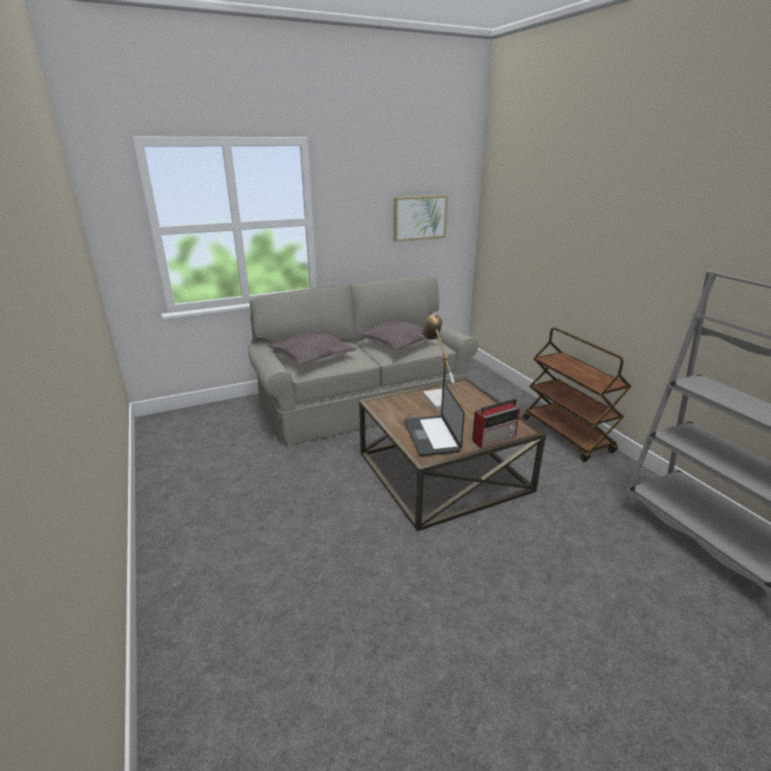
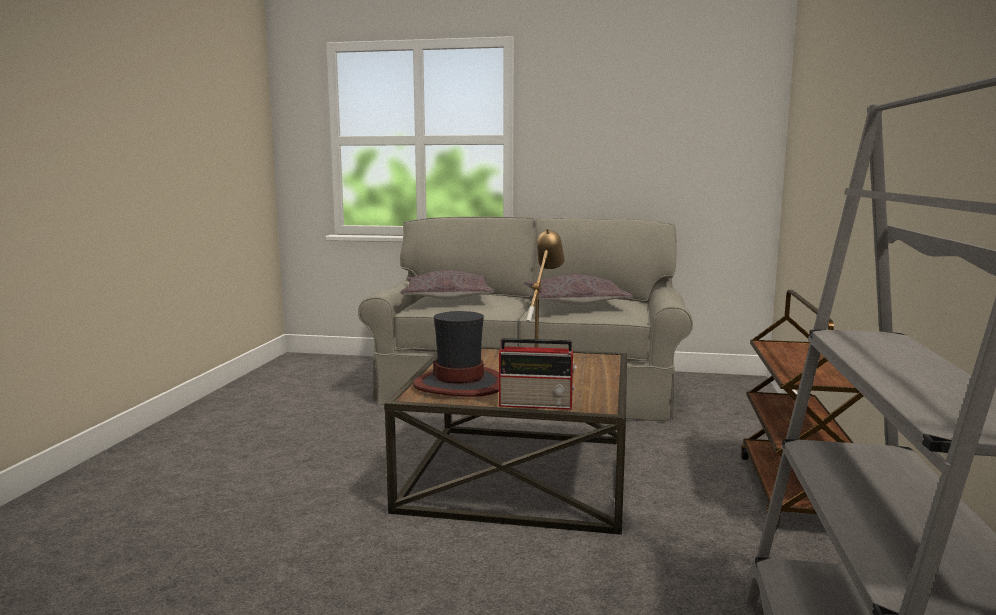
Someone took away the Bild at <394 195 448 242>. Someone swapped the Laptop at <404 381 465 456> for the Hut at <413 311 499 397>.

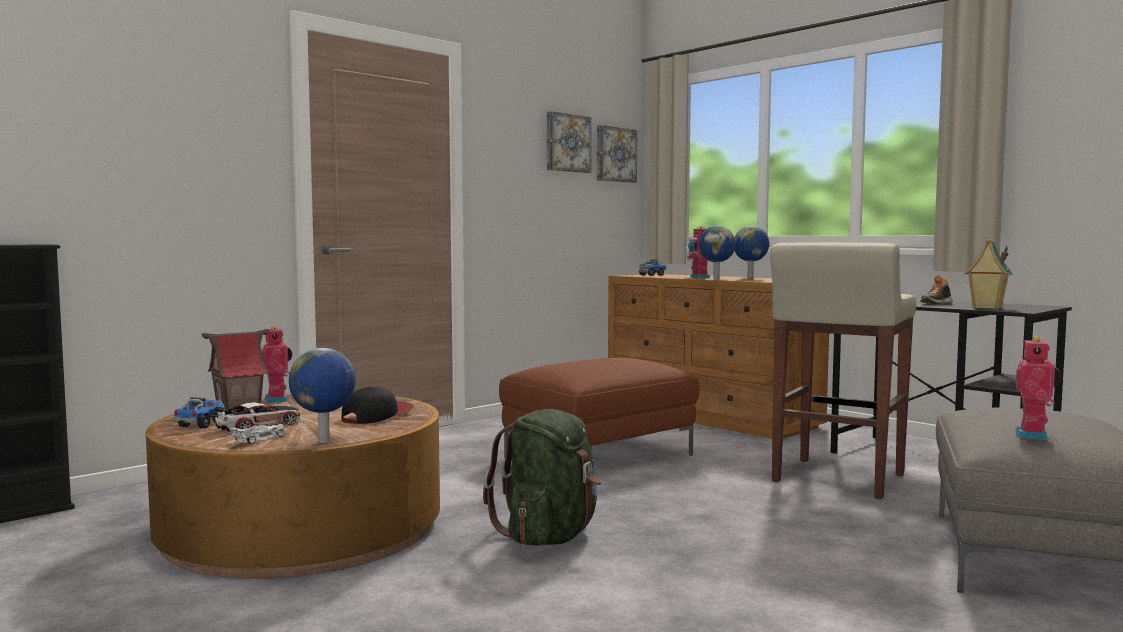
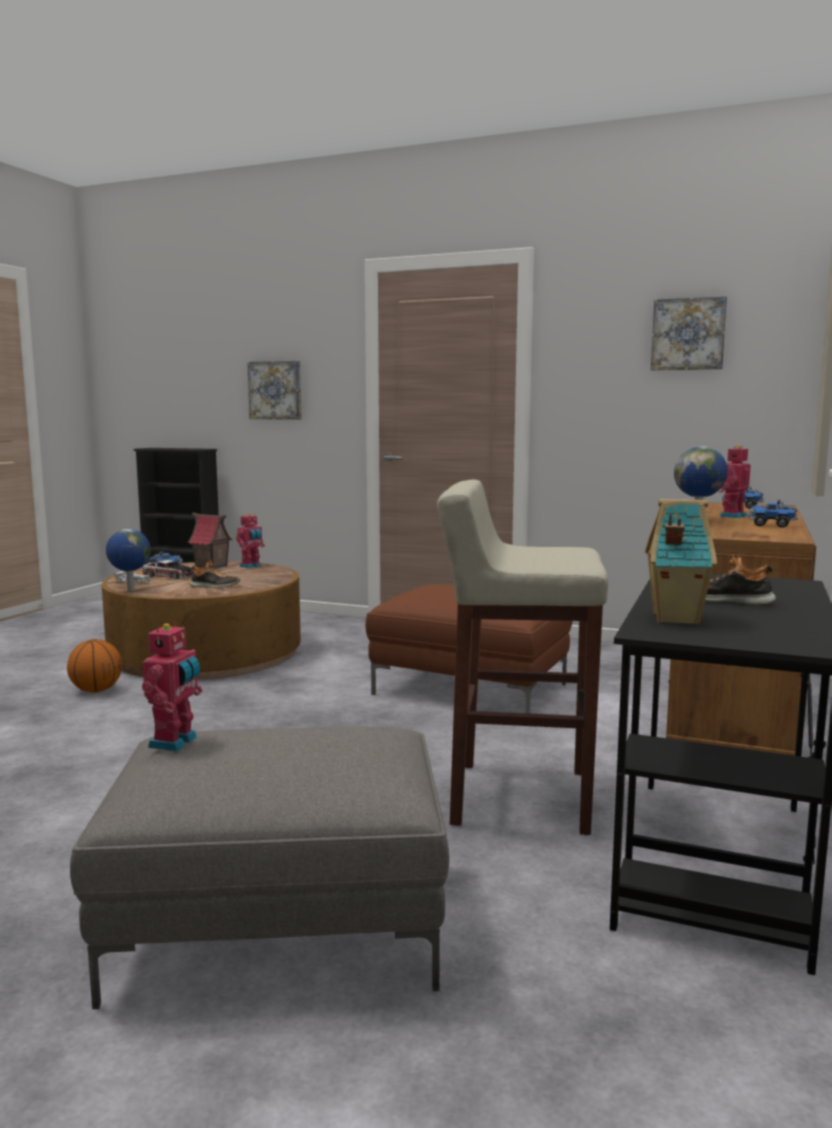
Someone took away the Rucksack [grün] at <483 409 602 546>. Someone put down the Basketball at <67 639 122 693>. Someone carried the Bild from <597 125 637 183> to <247 361 301 419>. Someone swapped the Kappe at <342 387 414 424> for the Schuh at <189 561 240 588>. Someone swapped the Globus at <734 226 770 278> for the Spielzeuglaster at <748 500 799 528>. Someone rotated the Spielzeugroboter at <1015 336 1061 440> by 75 degrees counterclockwise.

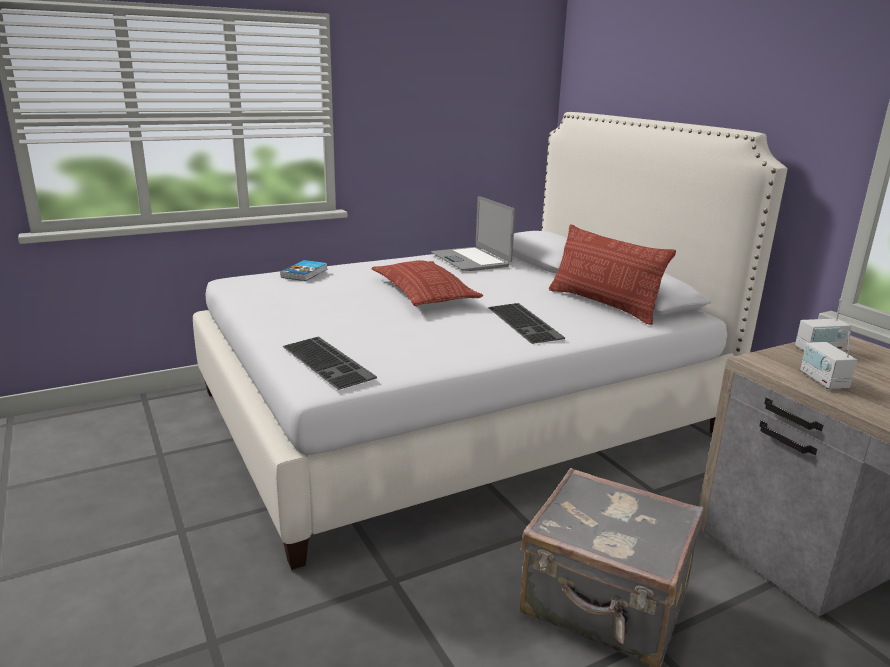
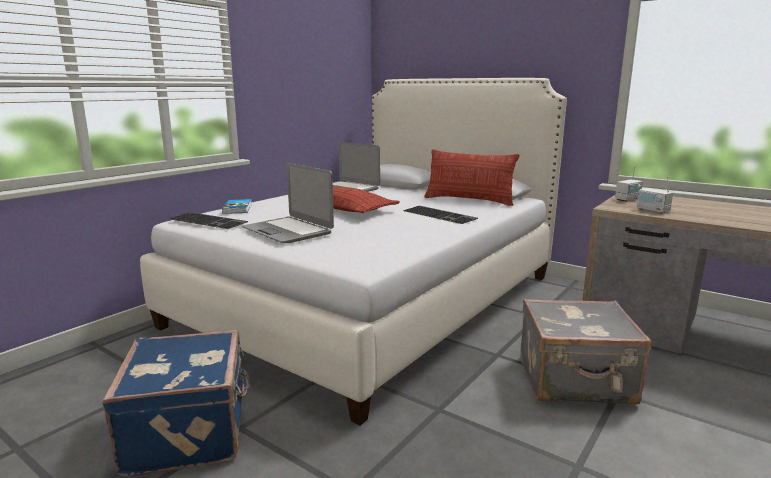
Someone put down the Koffer [blau] at <102 330 251 476>. Someone put down the Laptop at <242 163 334 243>. Someone carried the Tastatur from <282 337 377 390> to <170 212 248 229>.

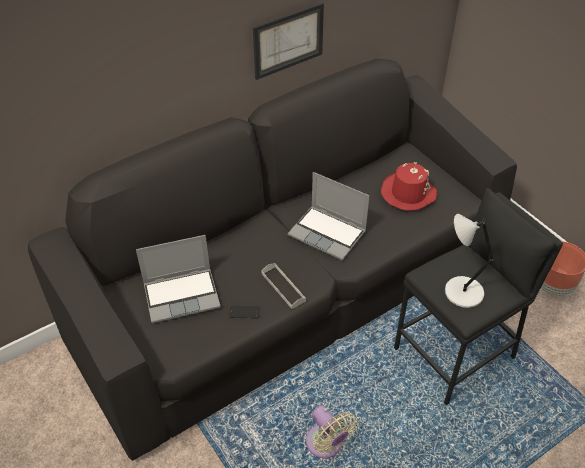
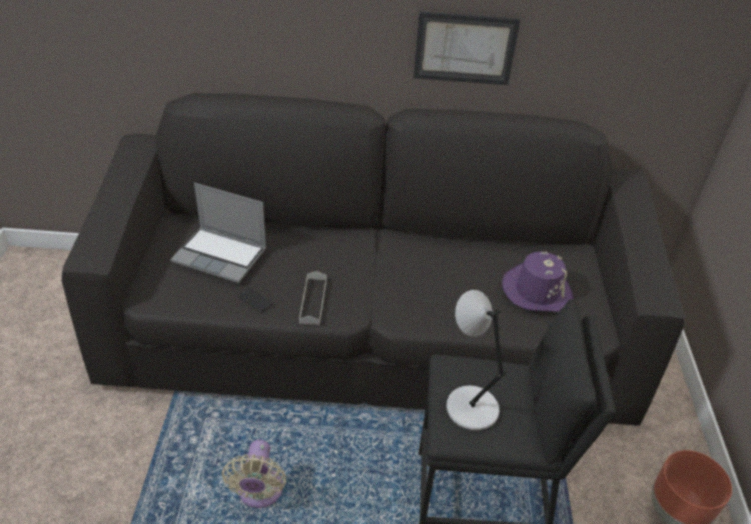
Someone took away the Laptop at <288 172 370 261>. Someone repainted the Hut [rot] at <381 162 437 211>, which became the Hut [lila] at <502 251 574 312>.

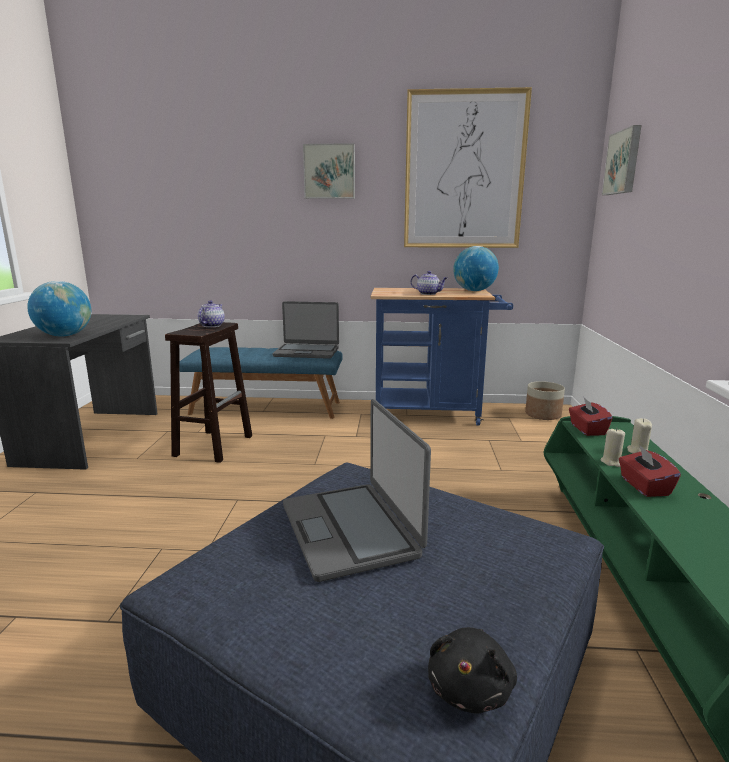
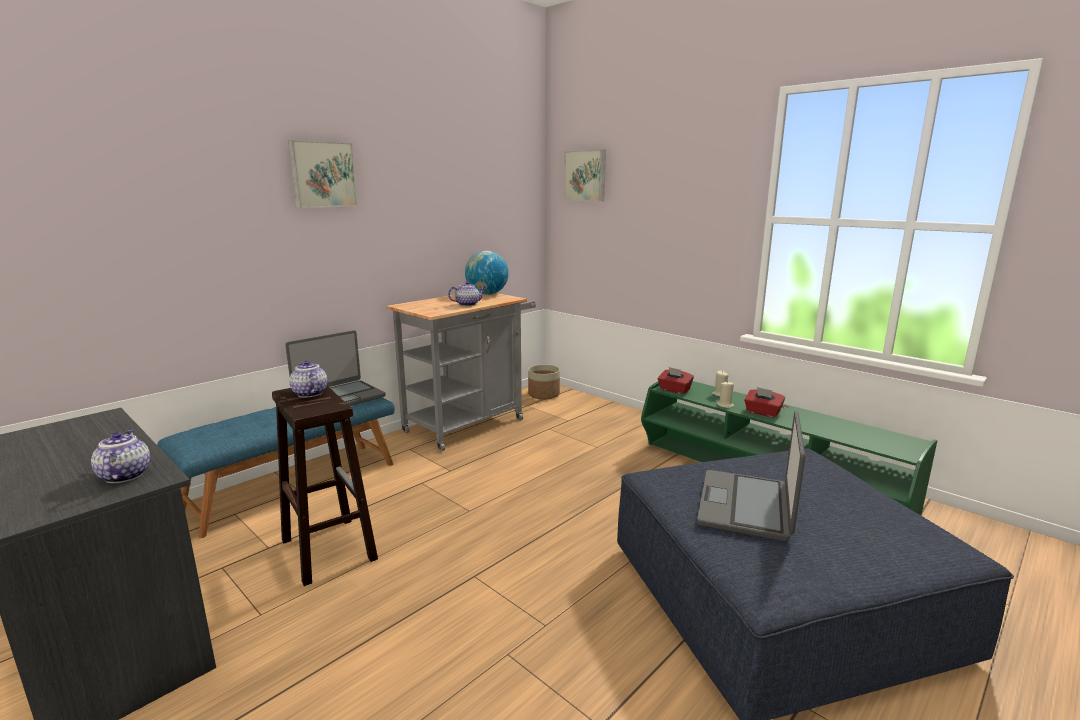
Someone took away the Bild at <404 87 532 248>. Someone took away the Plüschtier [schwarz] at <428 627 517 713>. Someone swapped the Globus at <27 281 91 337> for the Teekanne at <91 429 150 483>. Someone repainted the Rollwagen [blau] at <370 288 513 425>, which became the Rollwagen [grau] at <387 293 536 451>. Someone rotated the Laptop at <283 399 431 582> by 90 degrees clockwise.

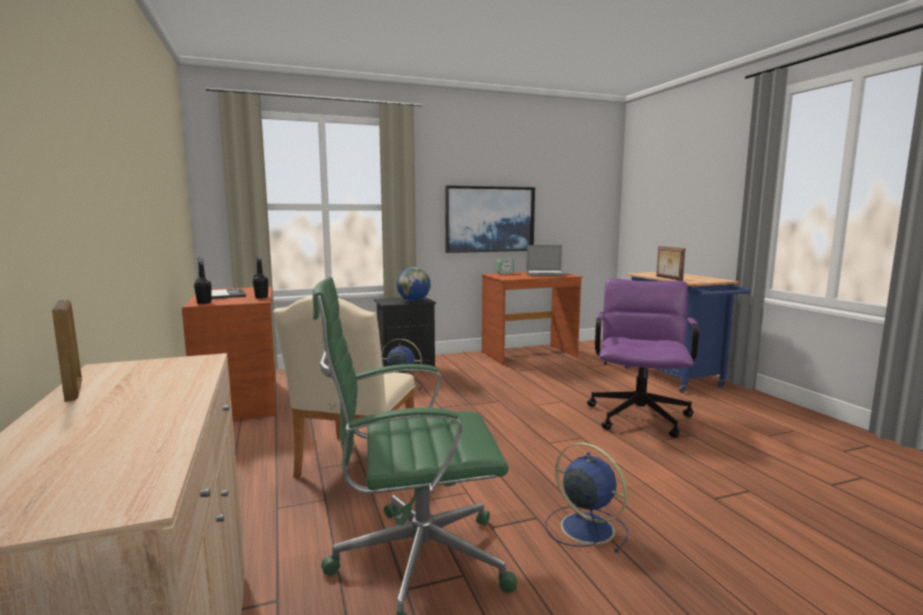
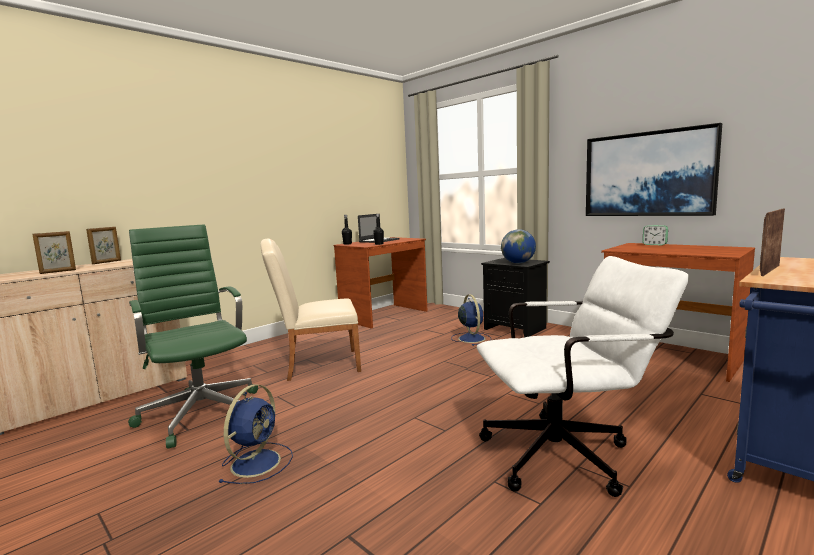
Someone took away the Laptop at <526 245 565 276>. Someone put down the Bilderrahmen at <32 231 76 274>. Someone repainted the Bürostuhl [lila] at <587 278 699 438>, which became the Bürostuhl [weiß] at <477 256 689 497>.

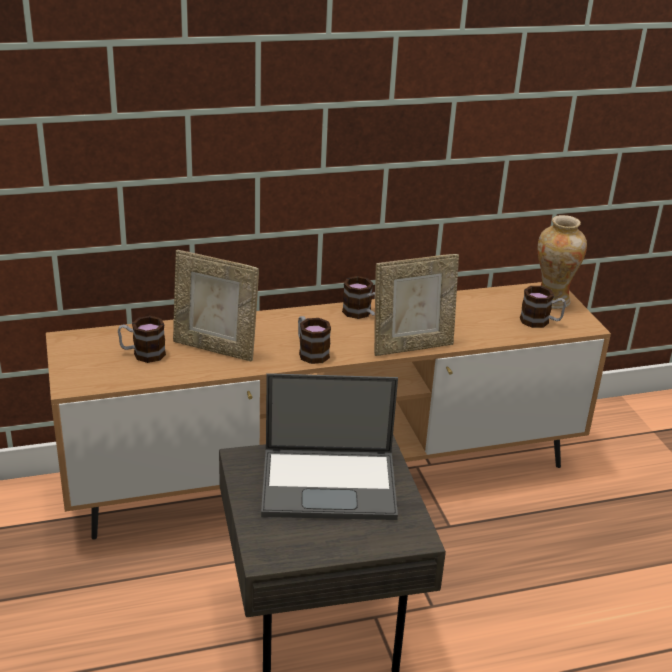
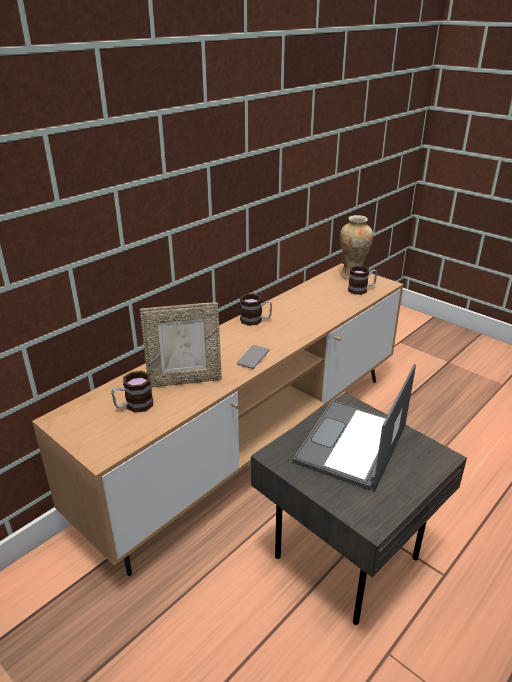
Someone took away the Bilderrahmen at <374 254 459 356>. Someone swapped the Henkelbecher at <298 316 331 364> for the Handy at <237 345 269 369>. Someone rotated the Laptop at <261 373 398 520> by 150 degrees clockwise.

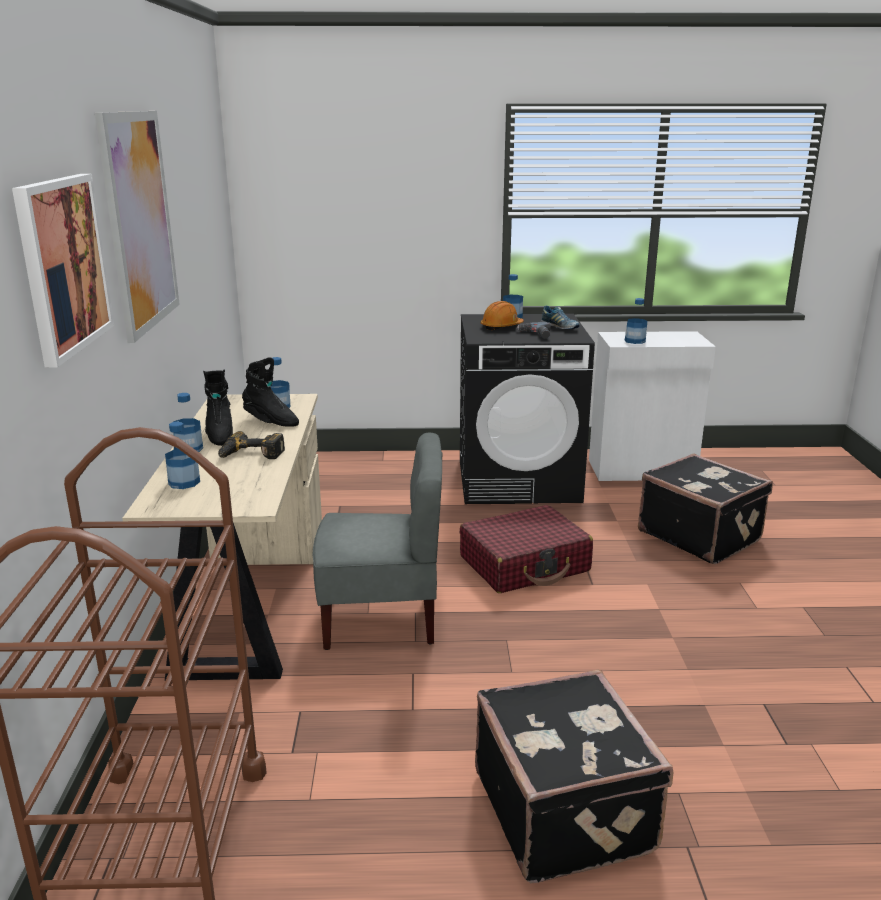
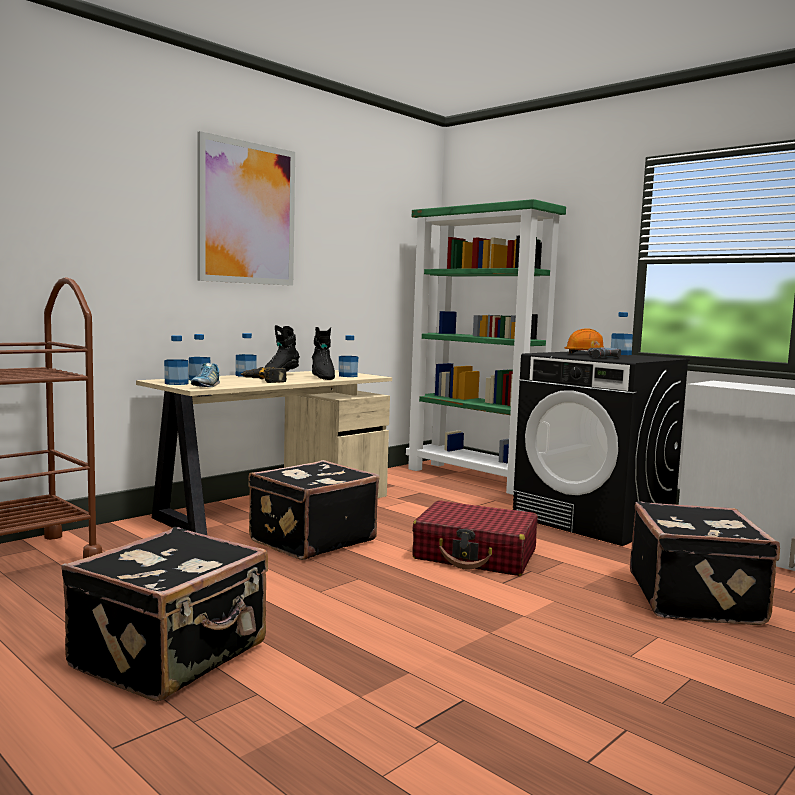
Someone took away the Bild at <12 174 114 368>. Someone put down the Bücherregal [grün] at <406 199 566 495>. Someone carried the Schuh from <541 305 580 329> to <191 363 220 387>. Someone carried the Flasche from <624 298 647 344> to <164 335 189 385>. Someone swapped the Stuhl [grau] at <313 433 442 650> for the Koffer [schwarz] at <248 460 380 560>.

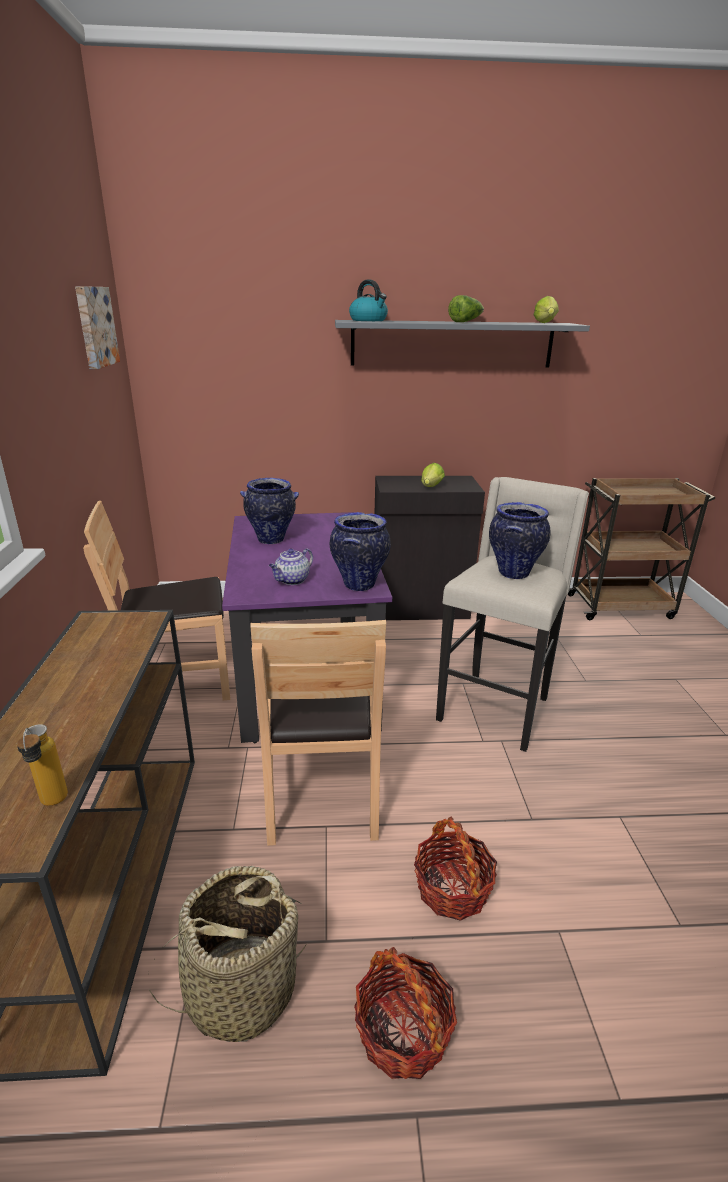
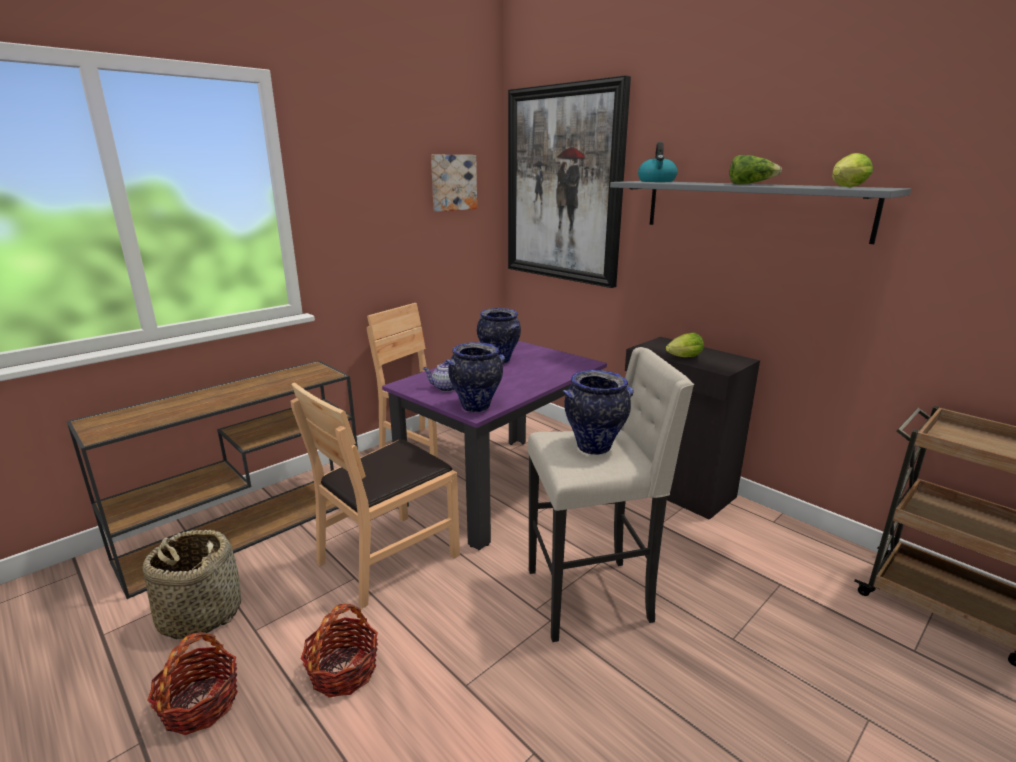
Someone took away the Flasche at <17 724 68 806>. Someone put up the Bild at <508 75 631 288>.

